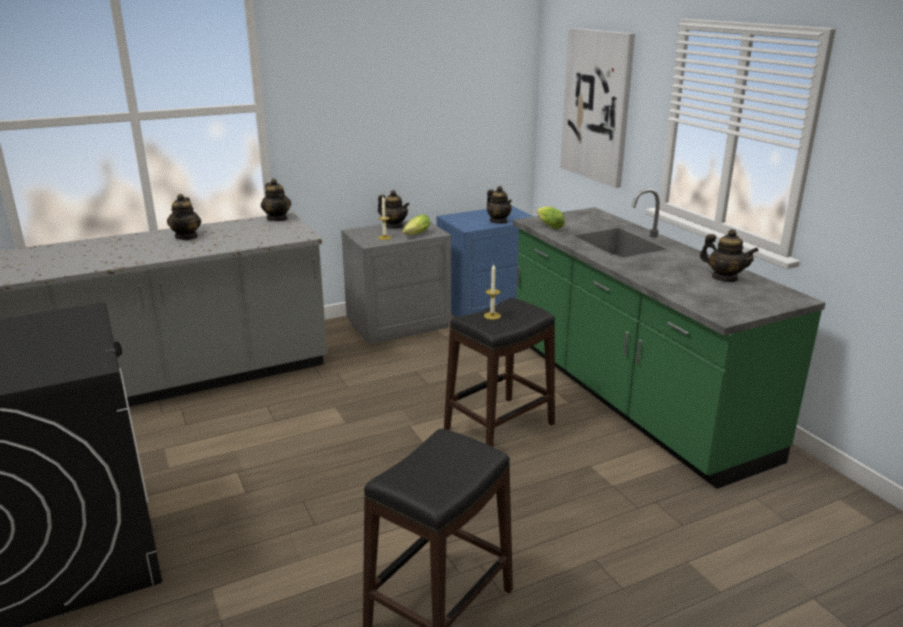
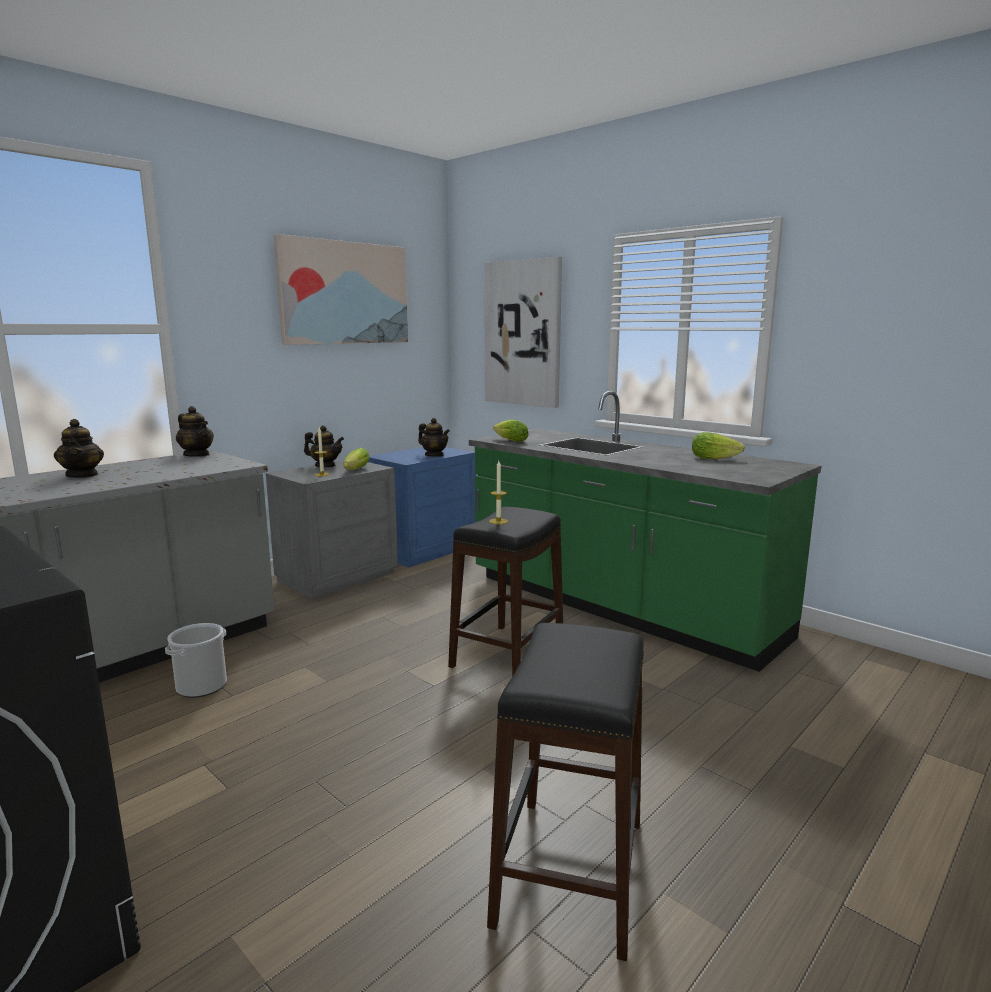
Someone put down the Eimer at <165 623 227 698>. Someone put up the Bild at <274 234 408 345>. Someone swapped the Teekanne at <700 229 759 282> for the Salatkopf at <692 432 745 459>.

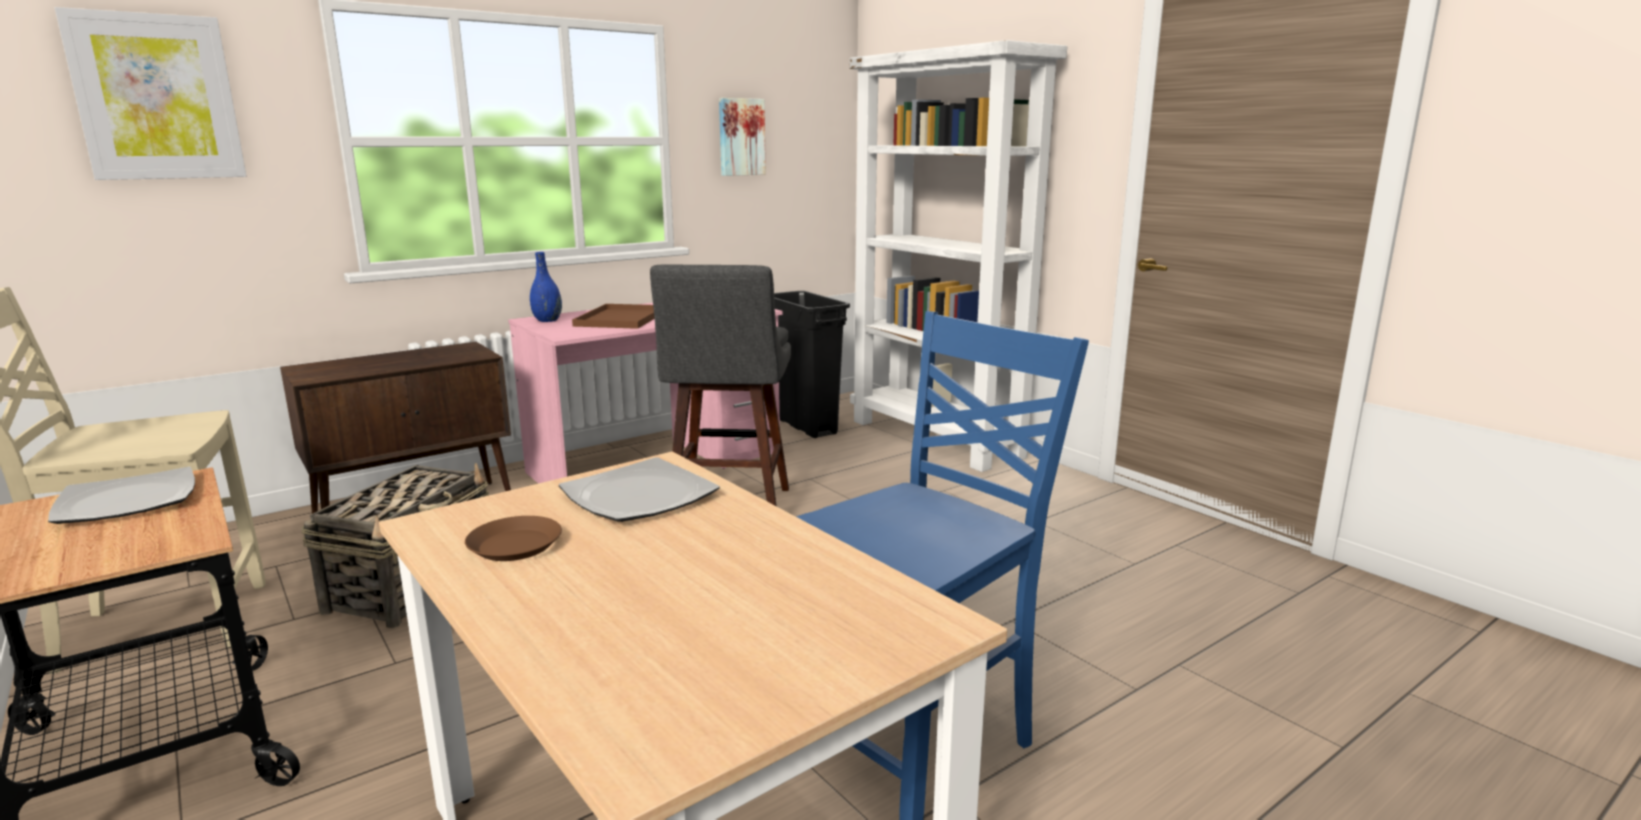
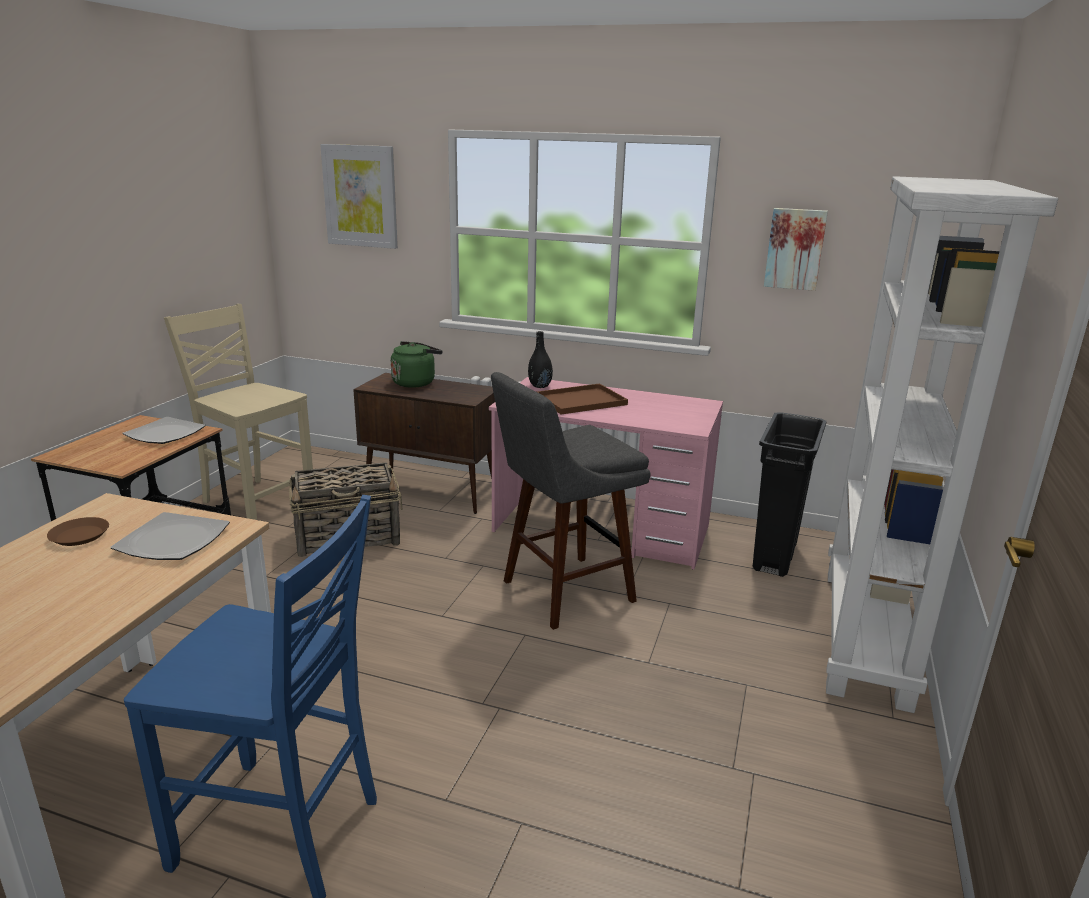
Someone put down the Wasserkessel [grün] at <391 341 443 388>. Someone repainted the Vase [blau] at <530 252 562 322>, which became the Vase [schwarz] at <528 331 553 388>.

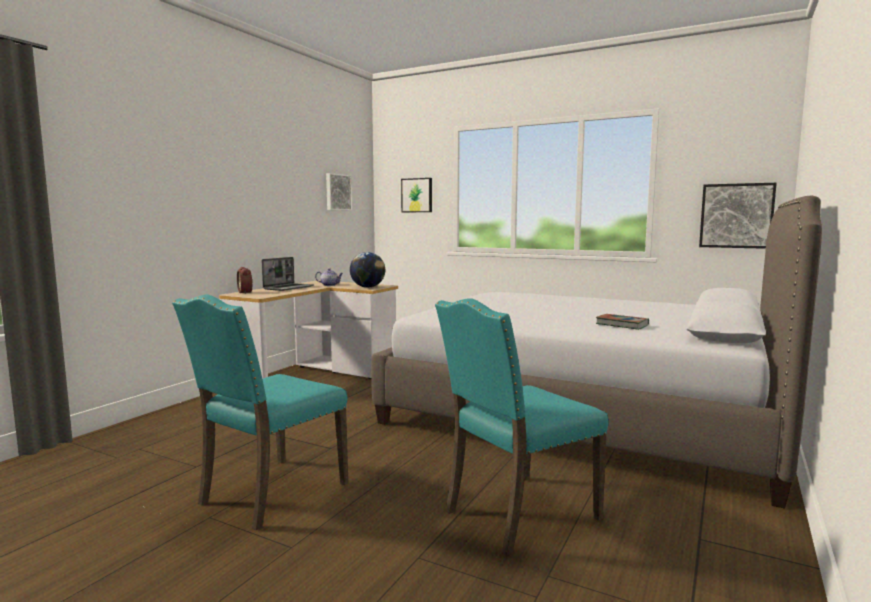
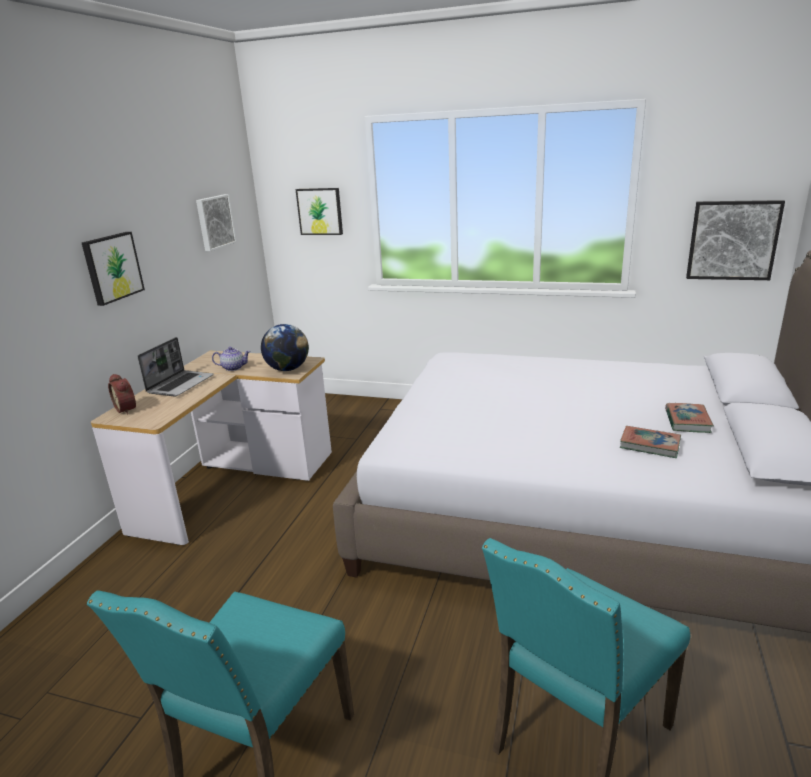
Someone put up the Bild at <82 232 145 306>. Someone put down the Buch at <665 403 714 433>.

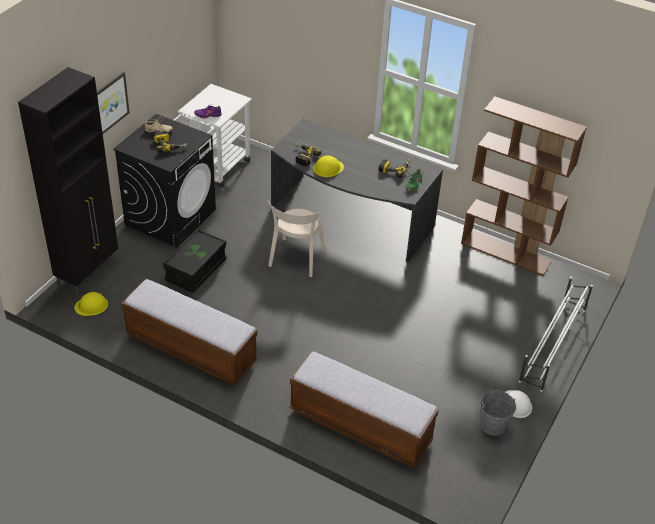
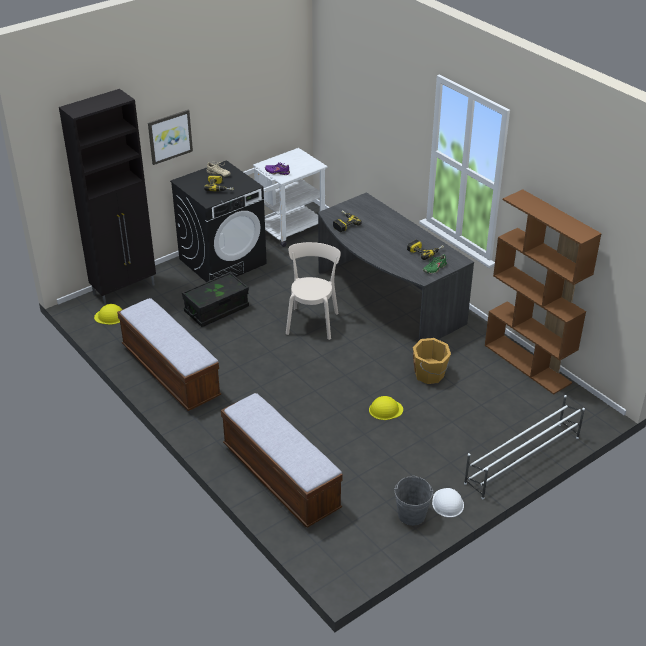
Someone put down the Eimer [orange] at <413 338 451 384>. Someone carried the Schutzhelm [gelb] from <313 156 344 177> to <369 396 403 420>. Someone rotated the Stuhl [beige] at <268 201 325 277> by 150 degrees clockwise.

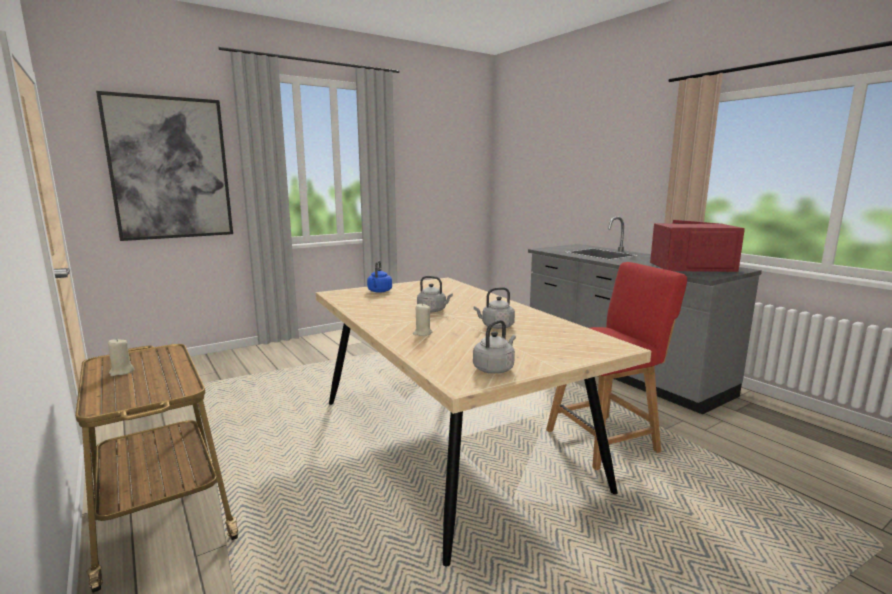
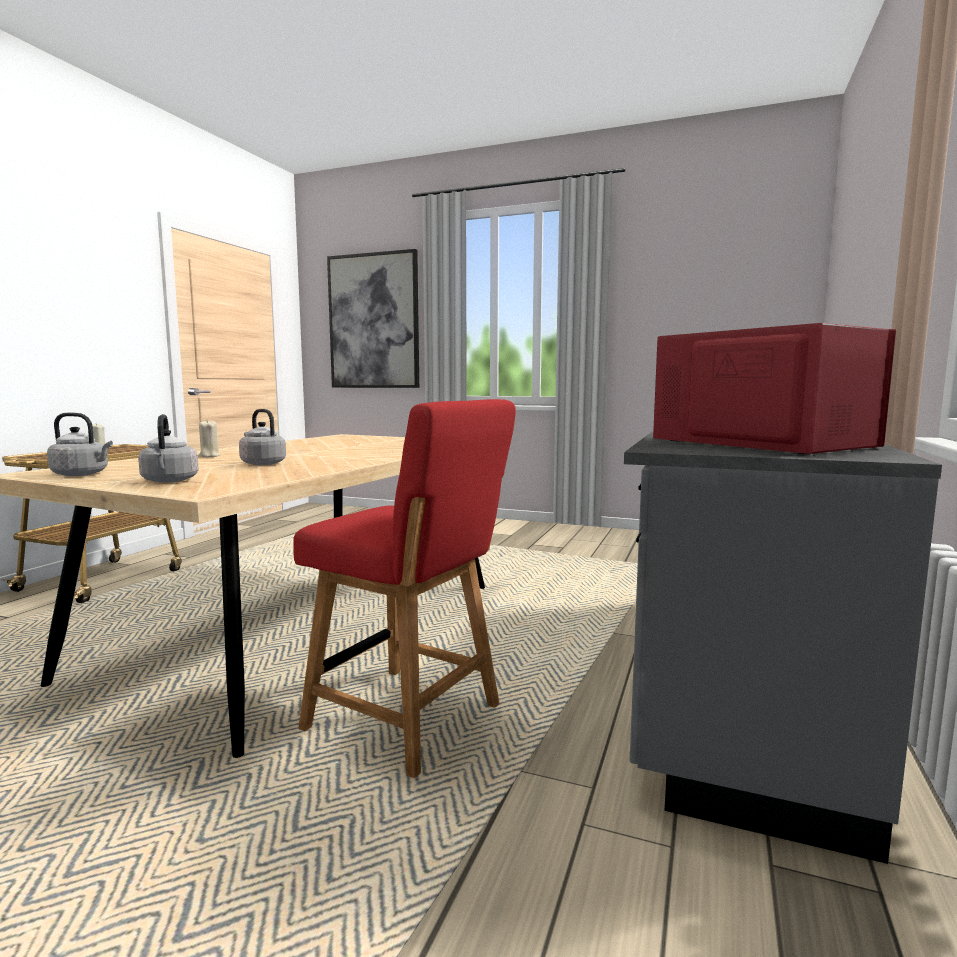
Someone took away the Wasserkessel [blau] at <367 261 392 293>. Someone carried the Wasserkessel [grau] from <417 276 453 312> to <138 414 199 483>.

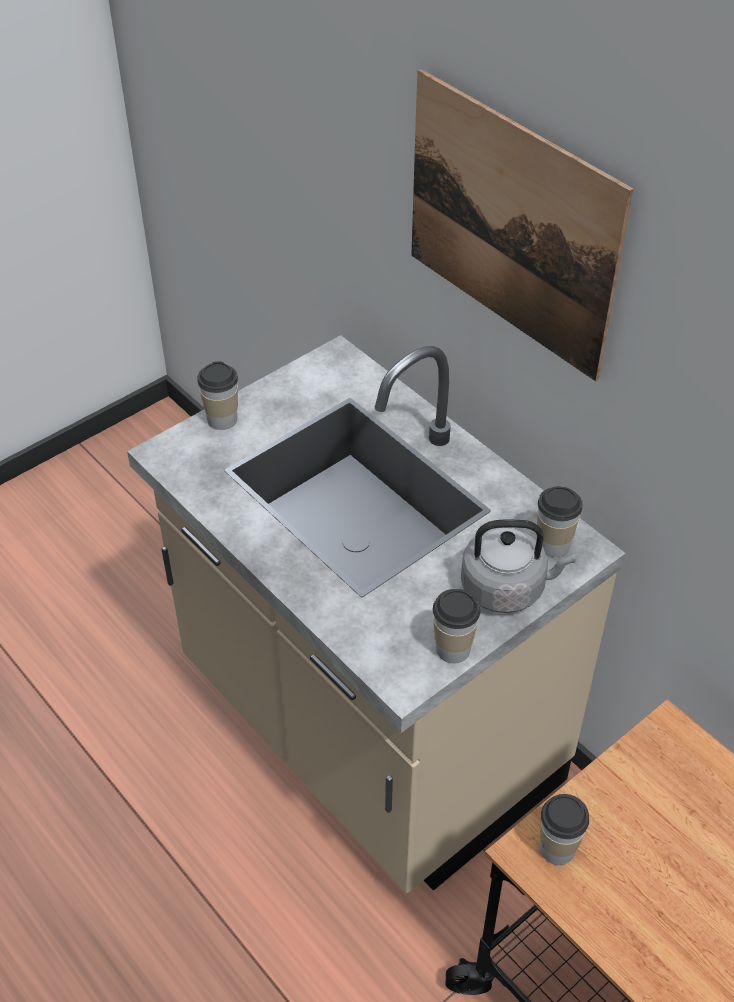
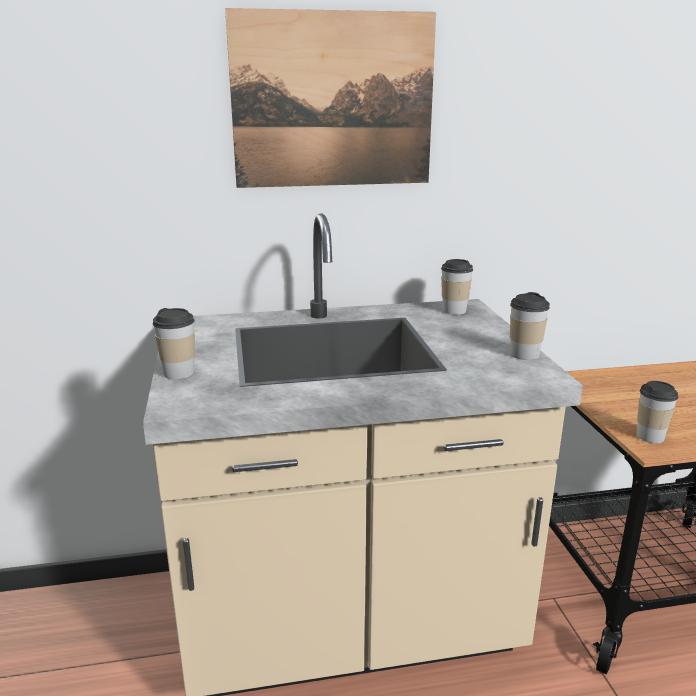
Someone took away the Wasserkessel [grau] at <461 520 576 613>.

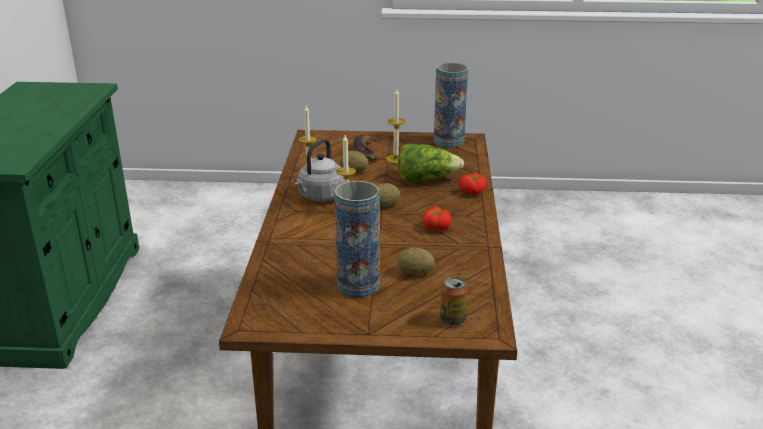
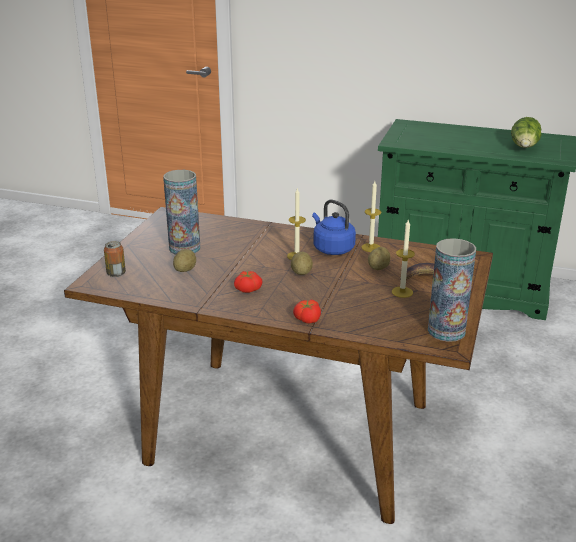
Someone carried the Salatkopf from <398 143 464 182> to <511 117 541 148>. Someone repainted the Wasserkessel [grau] at <293 139 343 202>, which became the Wasserkessel [blau] at <312 199 356 255>.

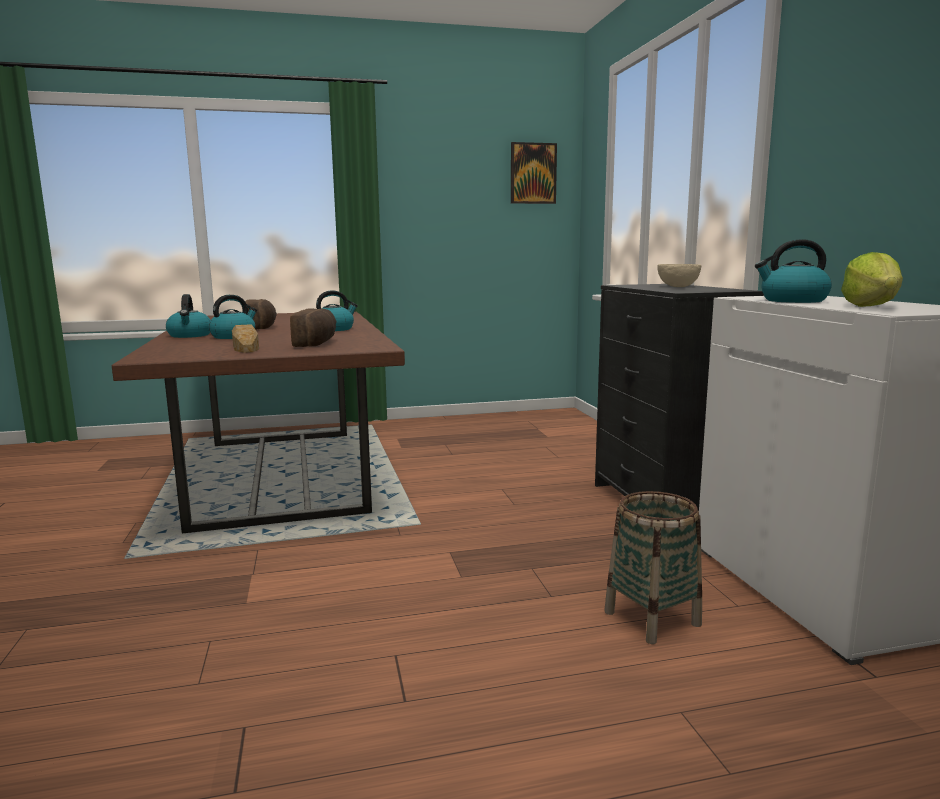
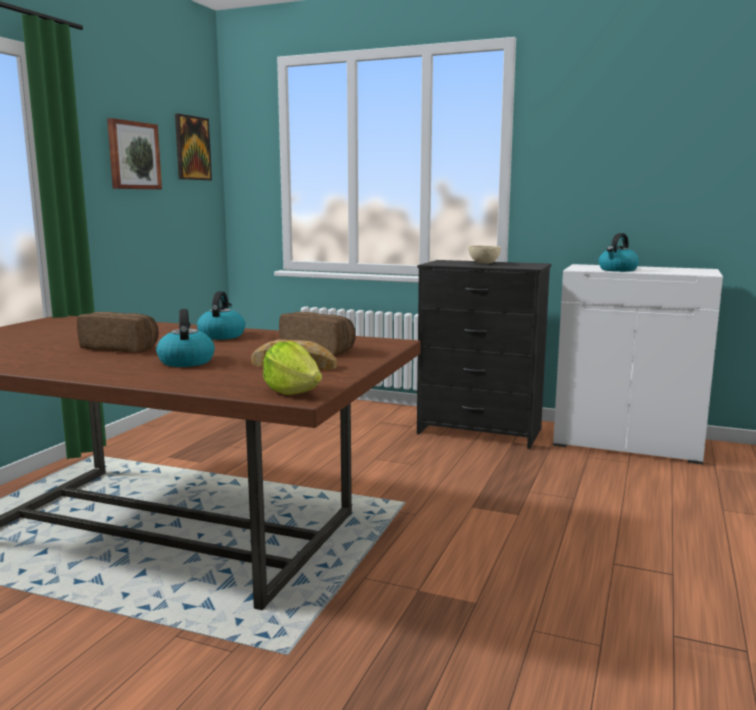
Someone took away the Wasserkessel at <166 294 211 338>. Someone took away the Korb at <604 491 702 644>. Someone put up the Bild at <107 118 162 189>. Someone carried the Salatkopf from <841 252 903 307> to <263 342 322 395>.

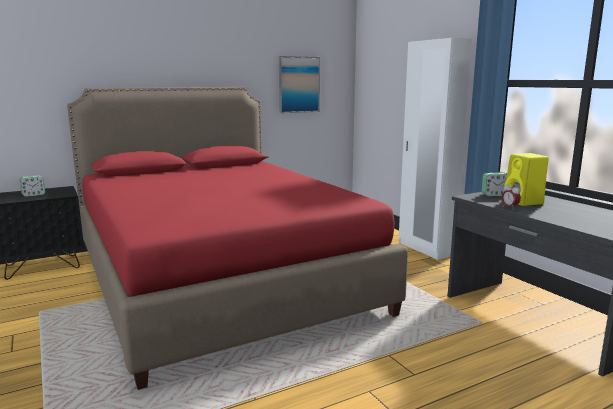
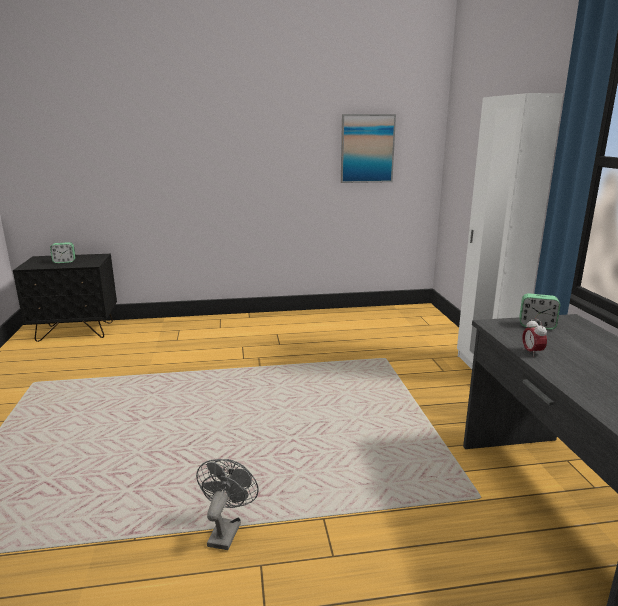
Someone took away the Bett [rot] at <67 87 408 390>. Someone took away the Lautsprecher [gelb] at <504 153 549 206>. Someone put down the Ventilator [grau] at <196 459 259 550>.

